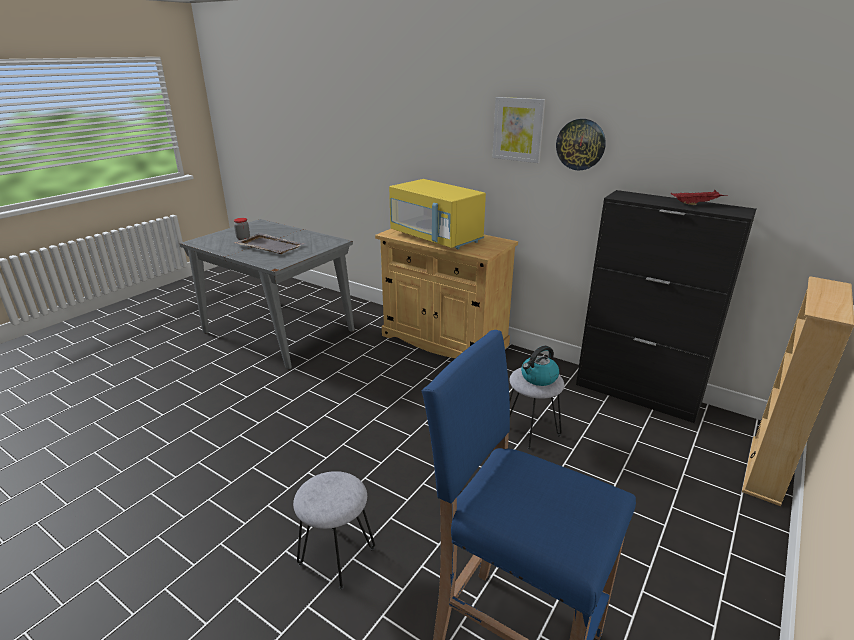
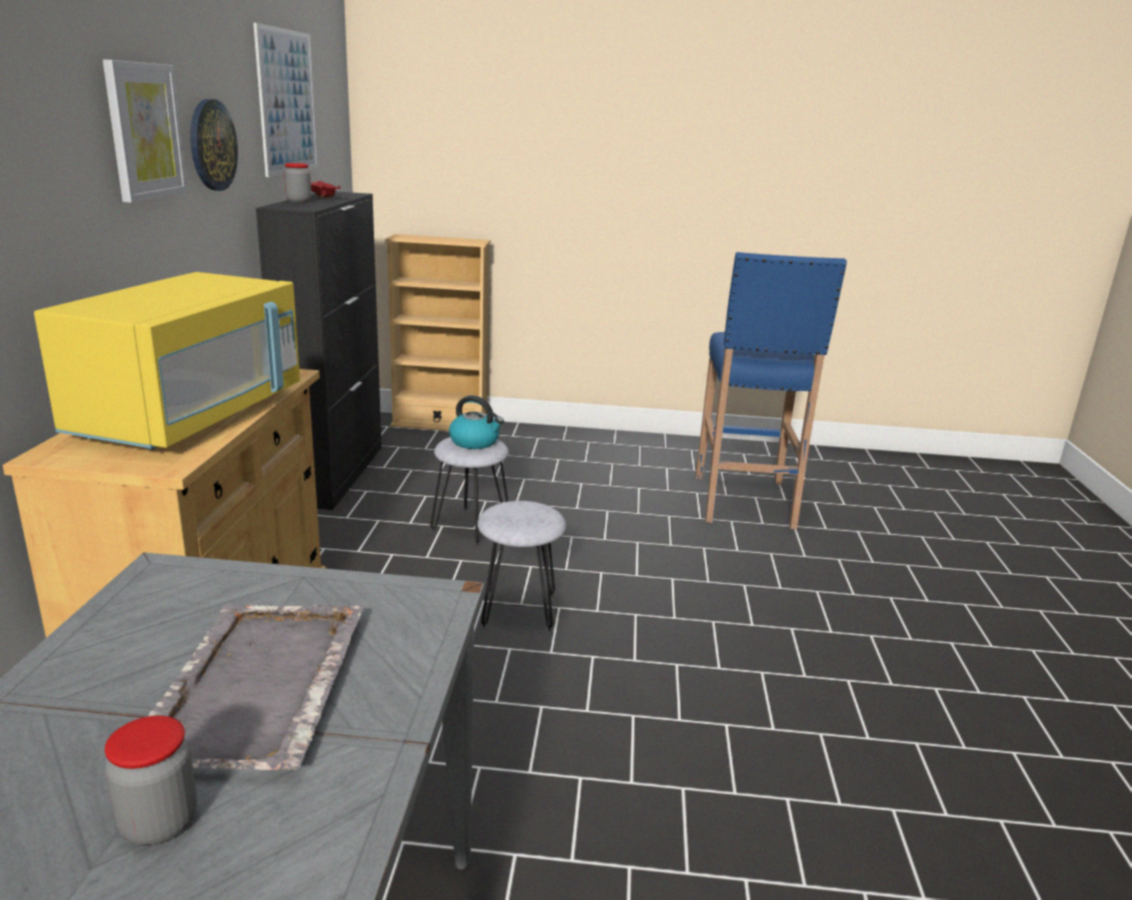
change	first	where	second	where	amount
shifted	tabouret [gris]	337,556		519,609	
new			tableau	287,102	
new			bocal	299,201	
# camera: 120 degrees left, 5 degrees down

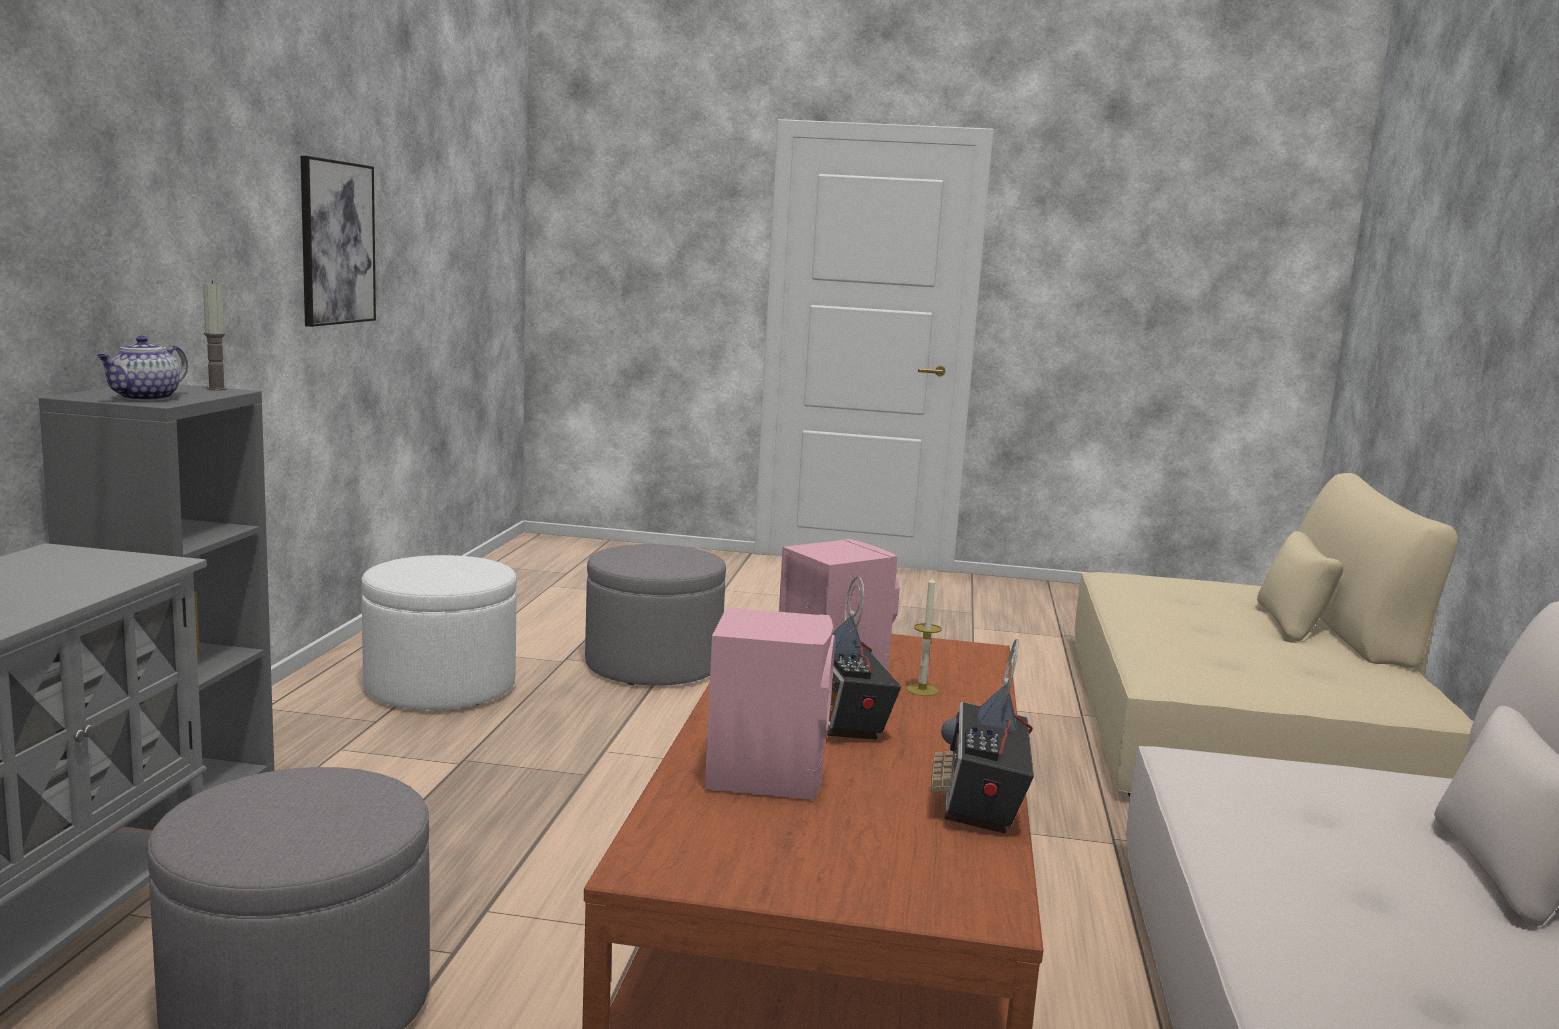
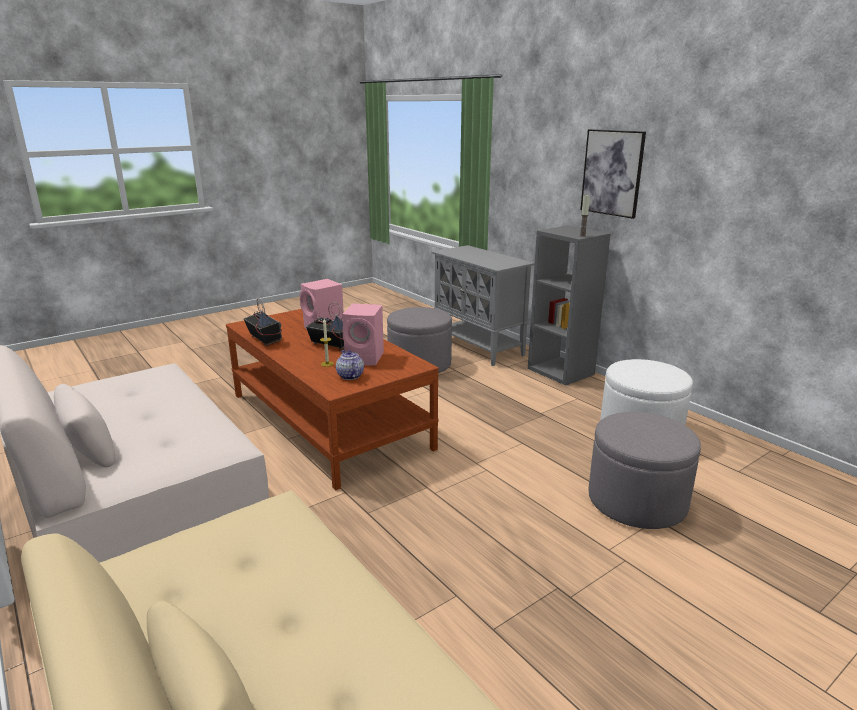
change	first	where	second	where	amount
shifted	tableau	336,243		612,173	
shifted	théière	145,398		349,376	
# camera: 135 degrees right, 10 degrees up

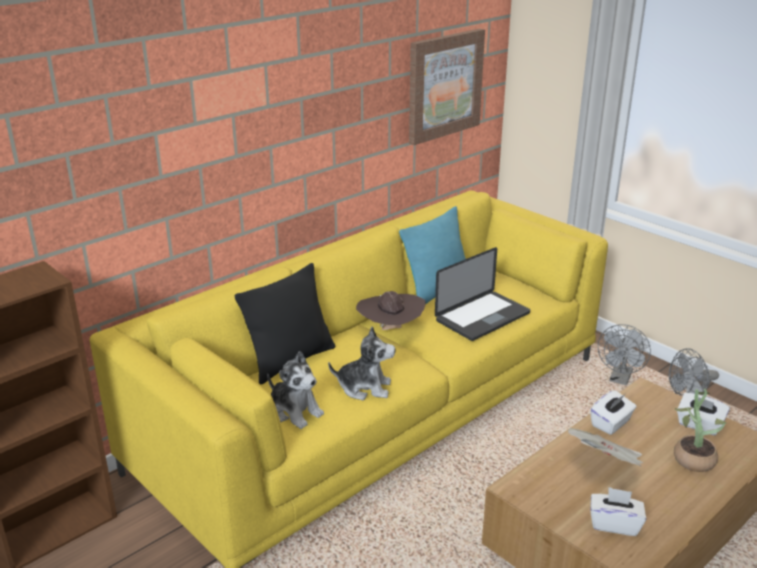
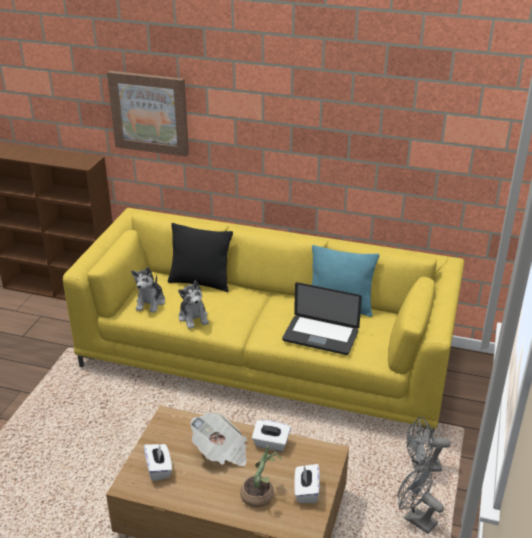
change	first	where	second	where	amount
shifted	tableau	444,85		149,113	
gone	chapeau [marron]	390,330			
# camera: 60 degrees right, 5 degrees up

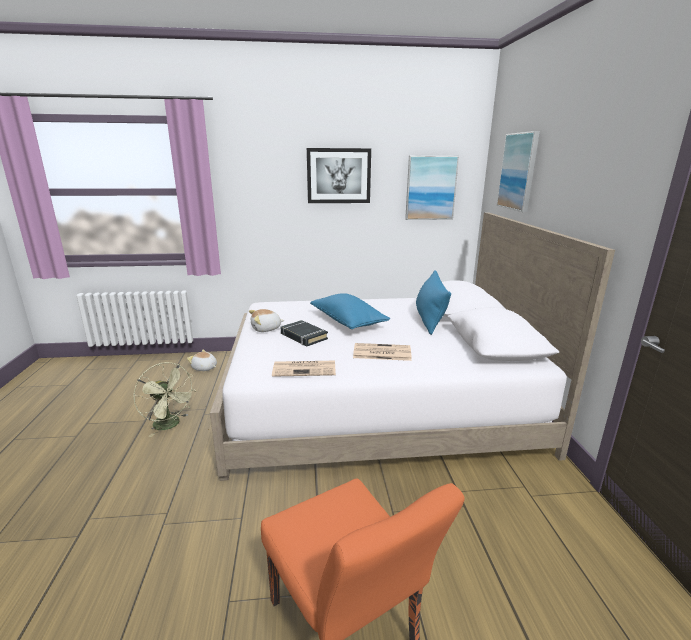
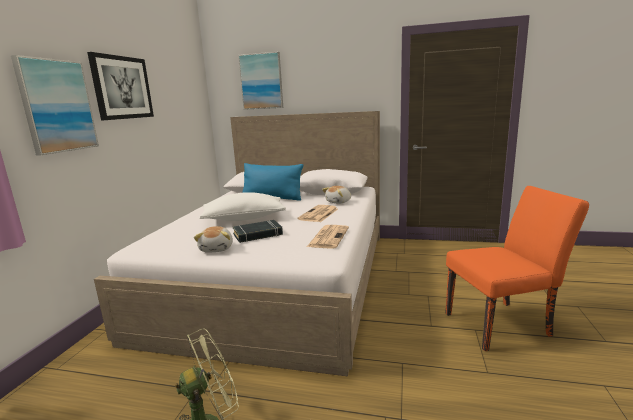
change	first	where	second	where	amount
shifted	tableau	430,188		57,106	
repainted	coussin [bleu]	348,322	coussin [blanc]	244,218	
shifted	peluche	204,368		339,202	
# camera: 70 degrees left, 5 degrees down

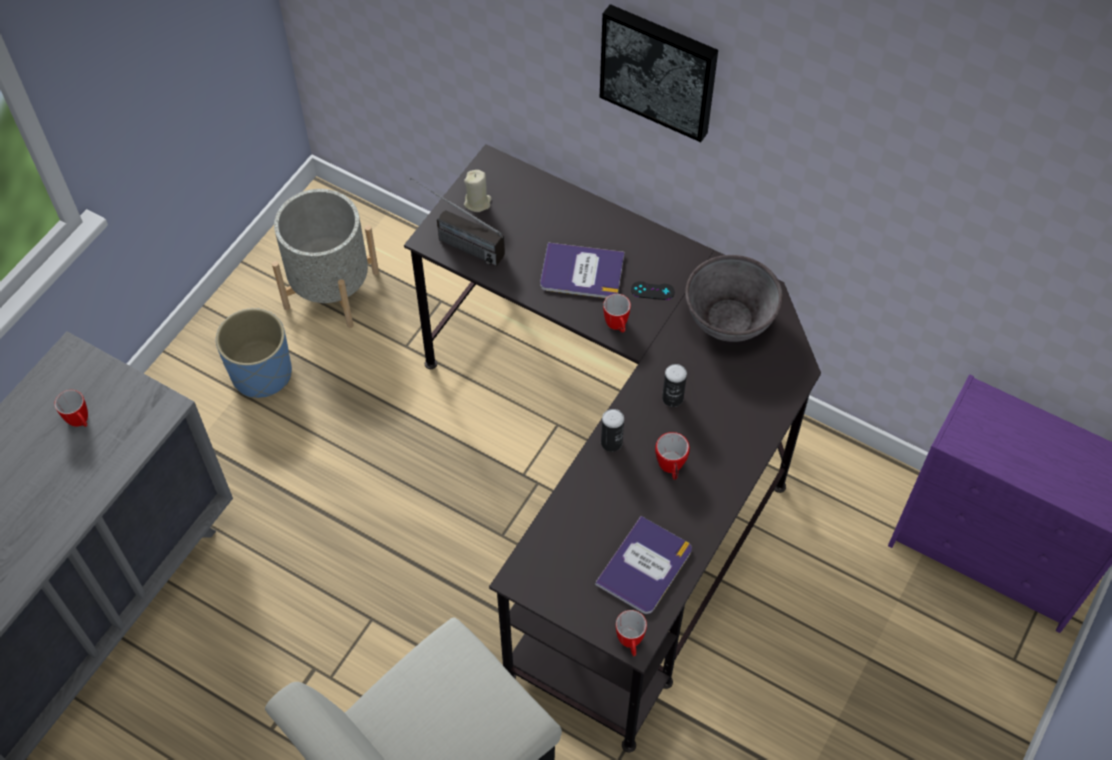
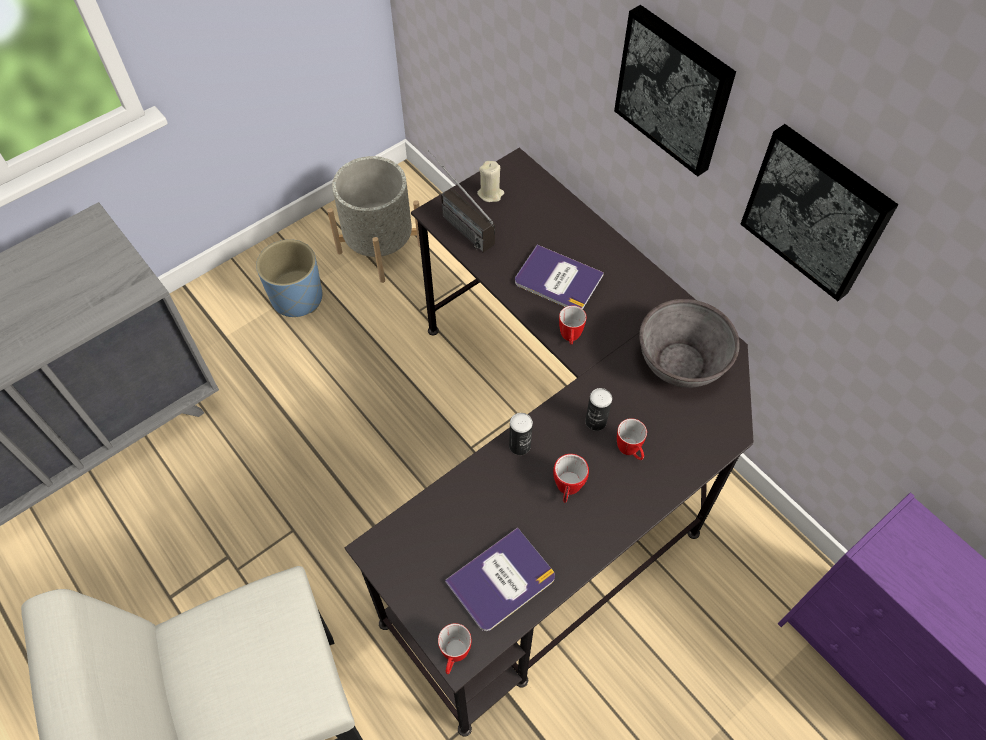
change	first	where	second	where	amount
gone	manette [noir]	652,291			
shifted	mug	81,422		630,452	
new			tableau	817,211	
# camera: 20 degrees right, 0 degrees up

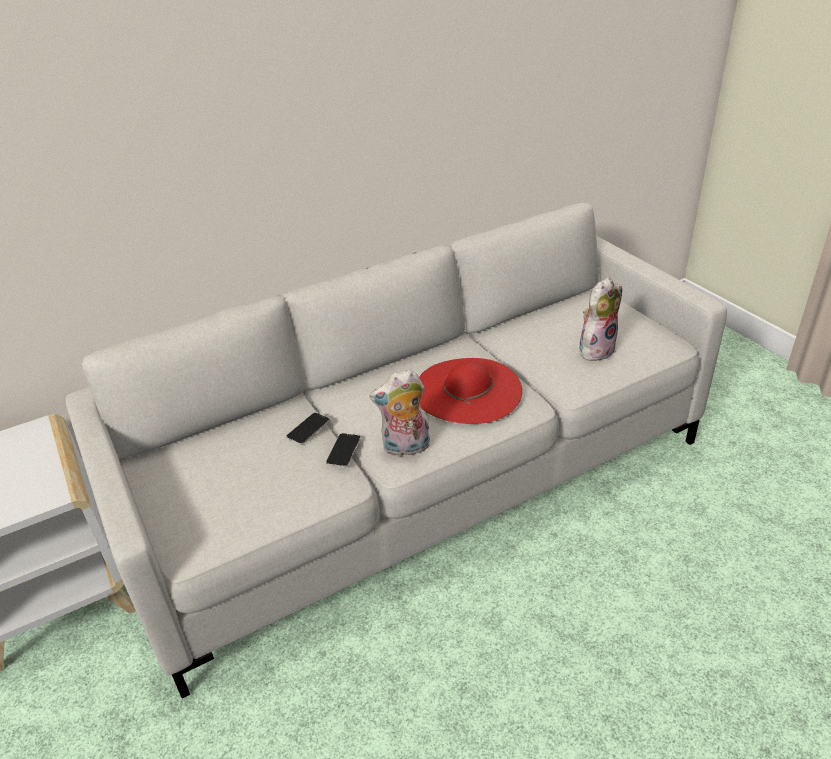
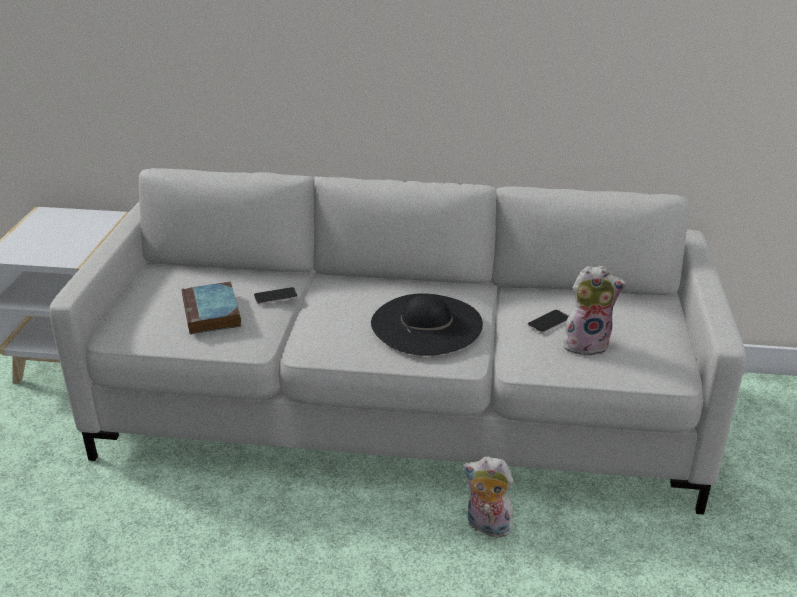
change	first	where	second	where	amount
repainted	chapeau [rouge]	468,390	chapeau [noir]	426,324	
shifted	peluche	405,448		486,527	
shifted	téléphone	343,450		549,322	
new			livre	212,314	
# camera: 35 degrees right, 5 degrees down

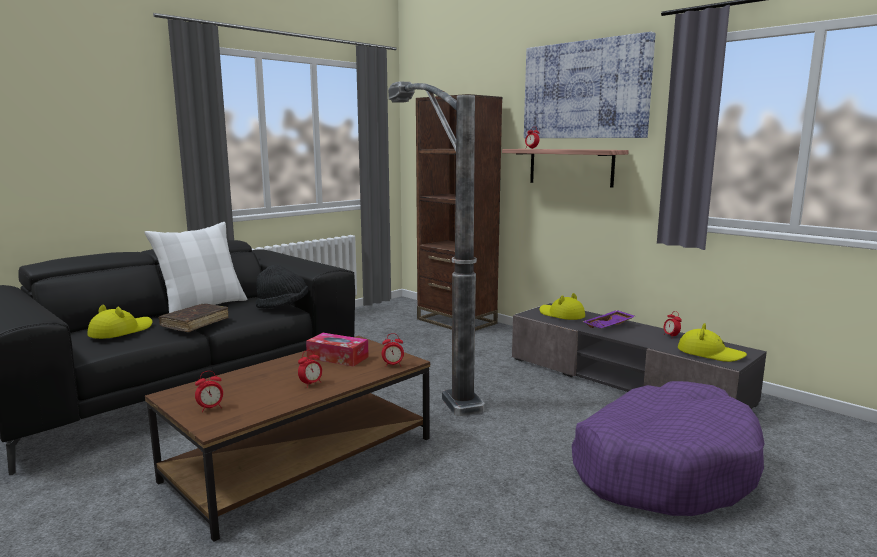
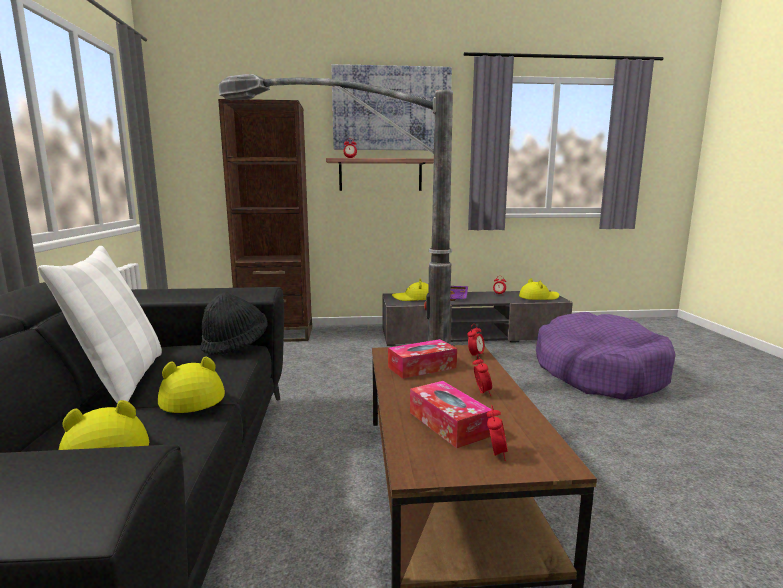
change	first	where	second	where	amount
swapped	livre [marron]	195,323	chapeau [jaune]	191,396	
new			boîte à mouchoirs	448,424	
# camera: 50 degrees left, 0 degrees up

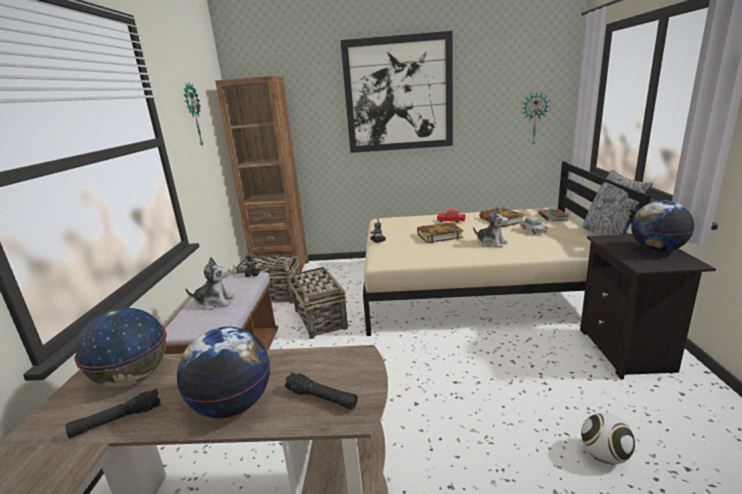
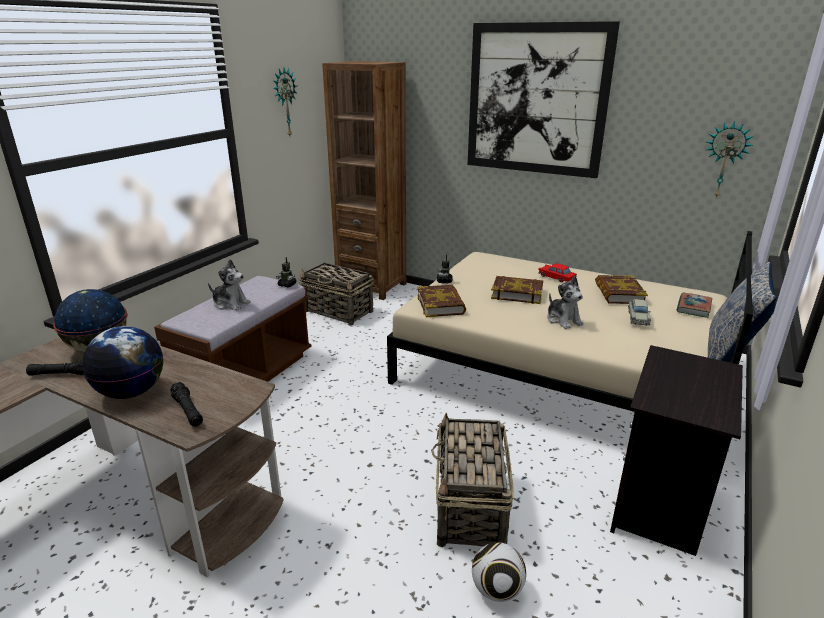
change	first	where	second	where	amount
gone	globe	657,250			
shifted	panier	320,319		470,508	
new			livre	441,305	
# camera: 25 degrees right, 5 degrees up

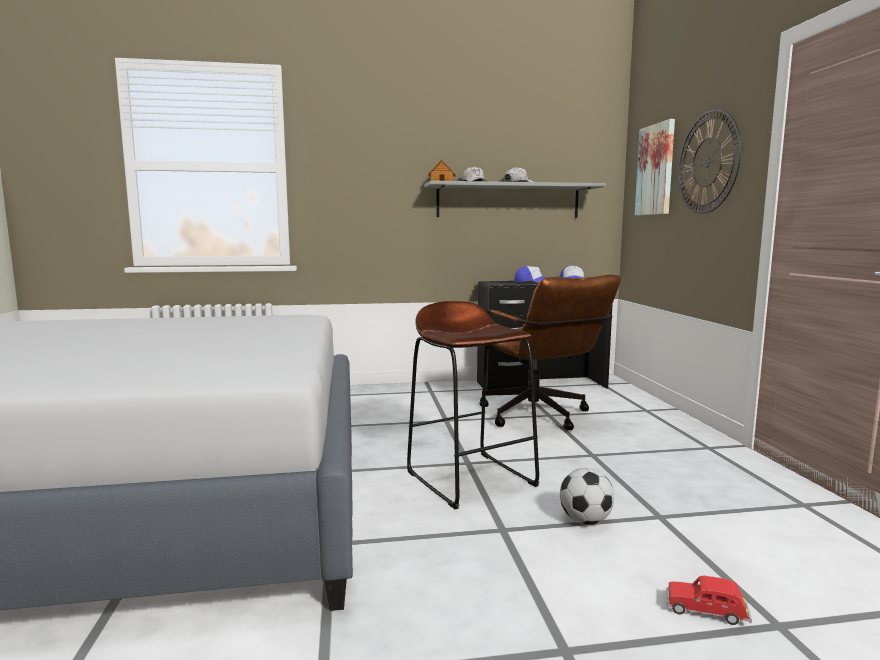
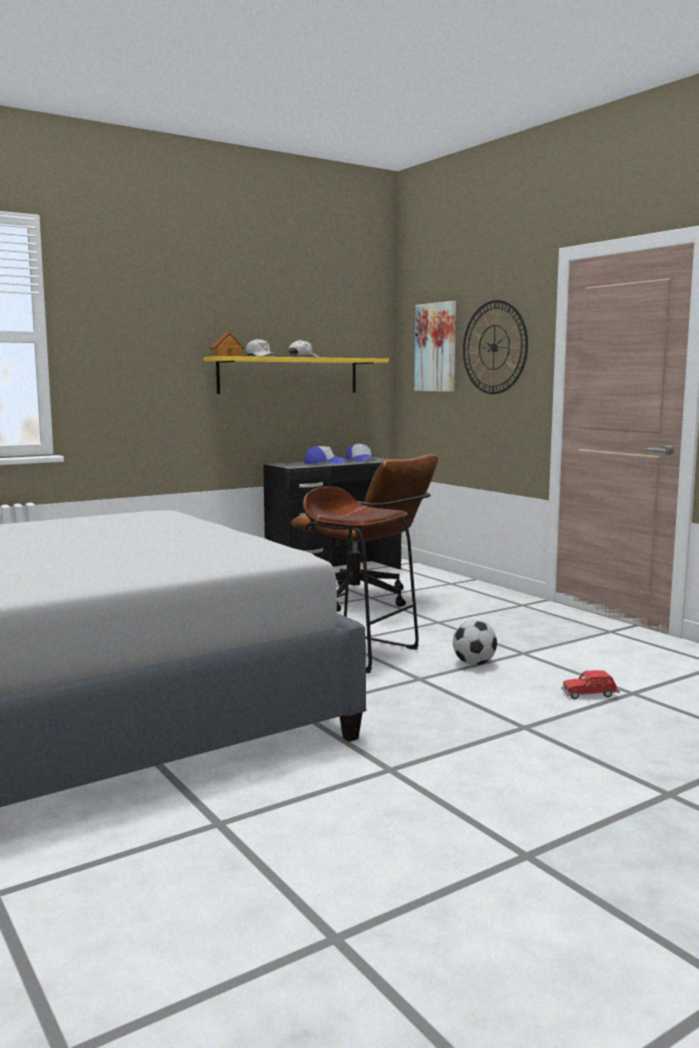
change	first	where	second	where	amount
repainted	étagère [gris]	508,201	étagère [jaune]	289,375	
# camera: 25 degrees left, 0 degrees up

